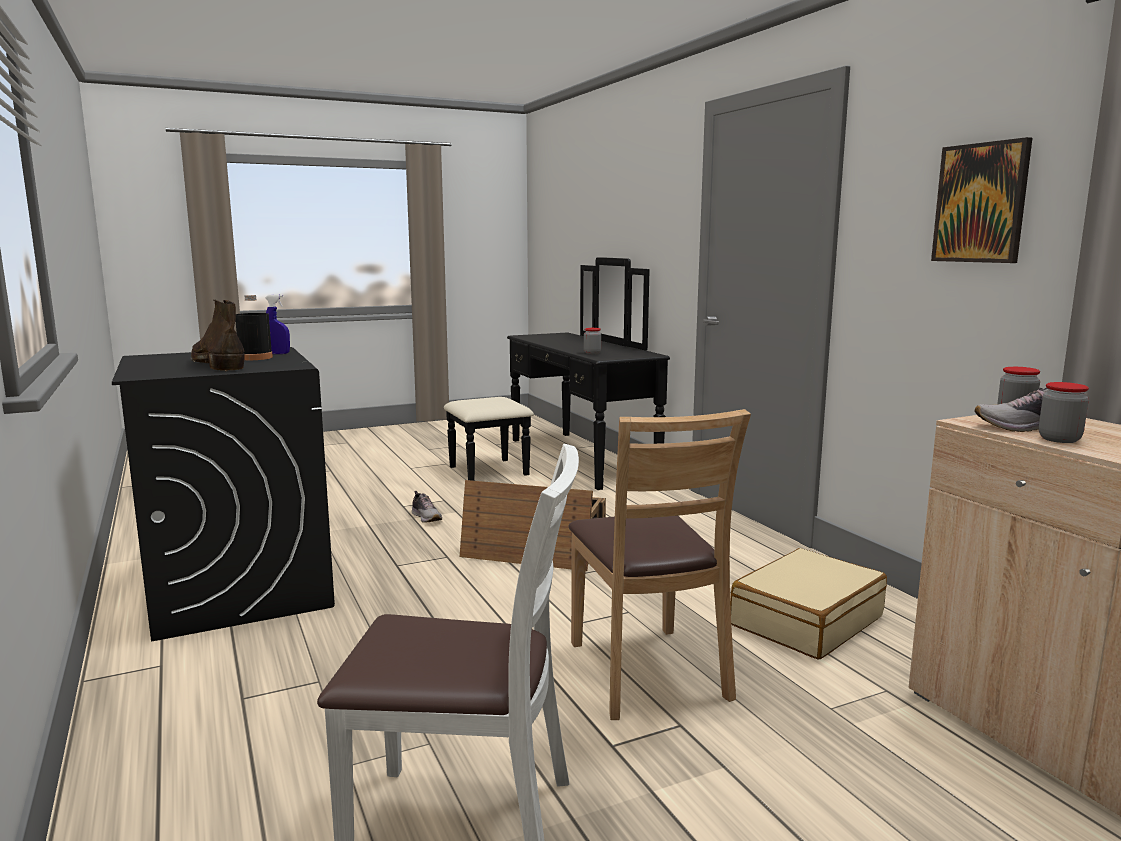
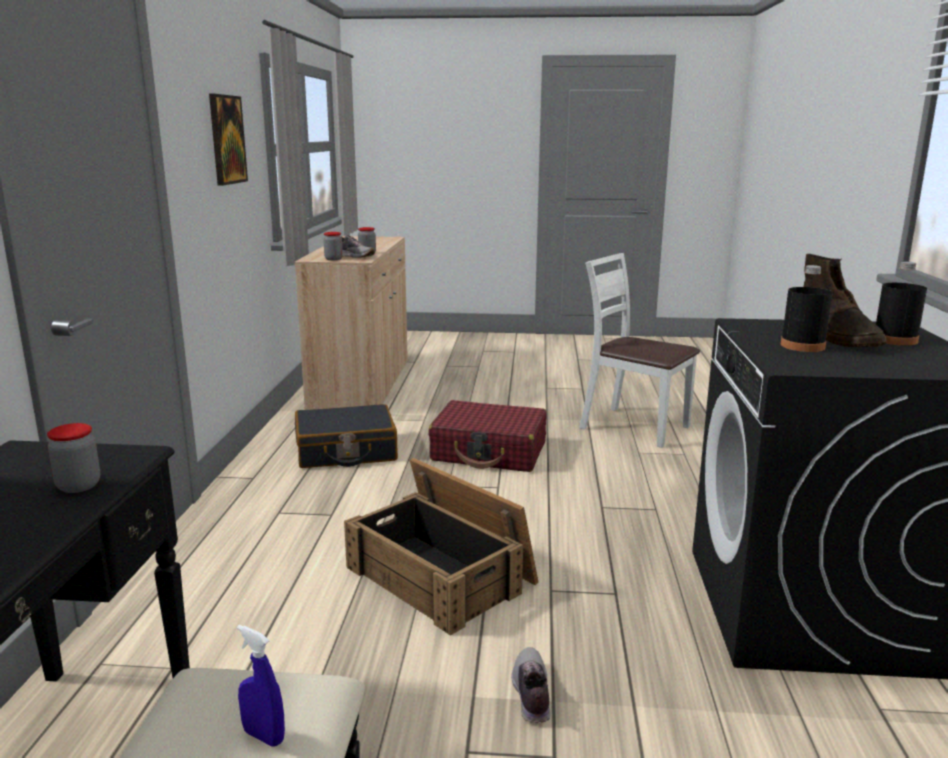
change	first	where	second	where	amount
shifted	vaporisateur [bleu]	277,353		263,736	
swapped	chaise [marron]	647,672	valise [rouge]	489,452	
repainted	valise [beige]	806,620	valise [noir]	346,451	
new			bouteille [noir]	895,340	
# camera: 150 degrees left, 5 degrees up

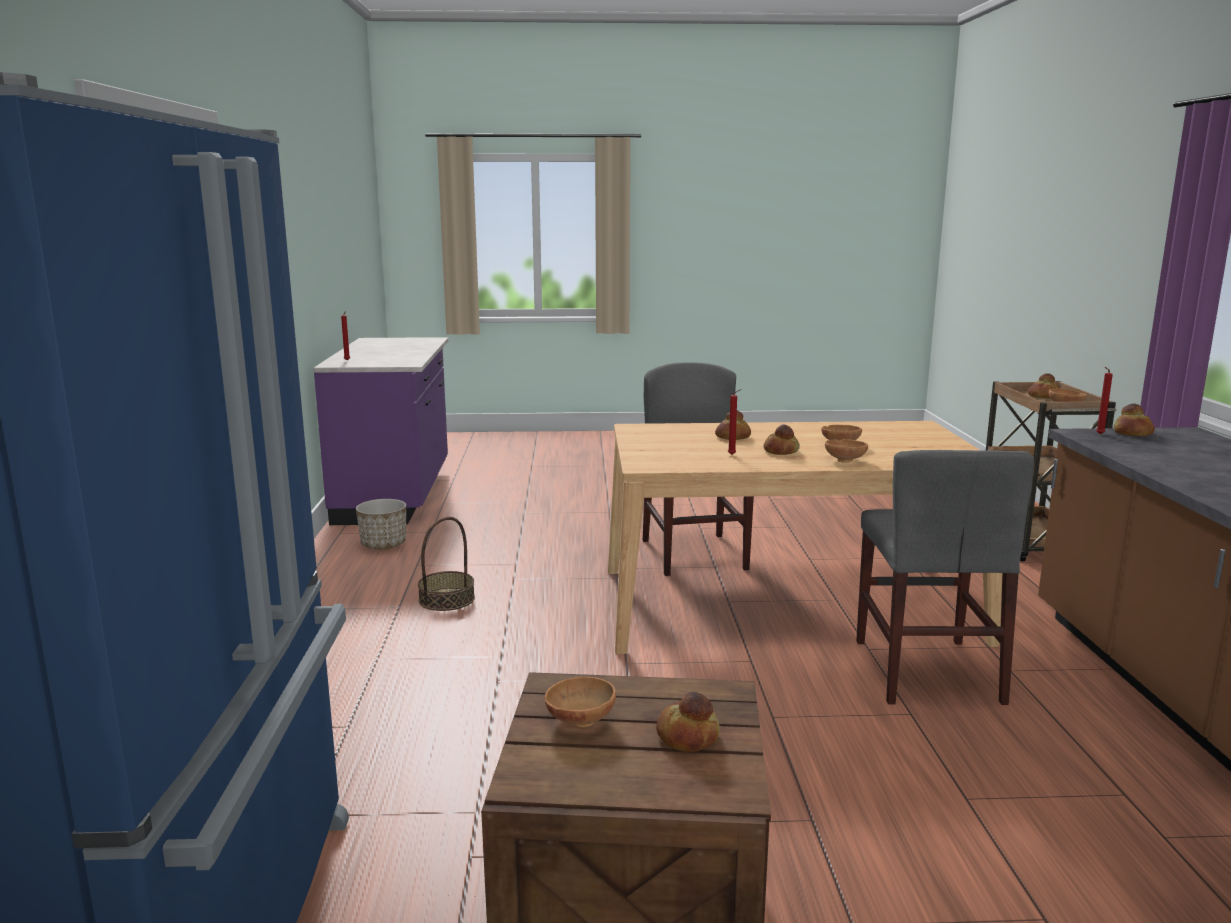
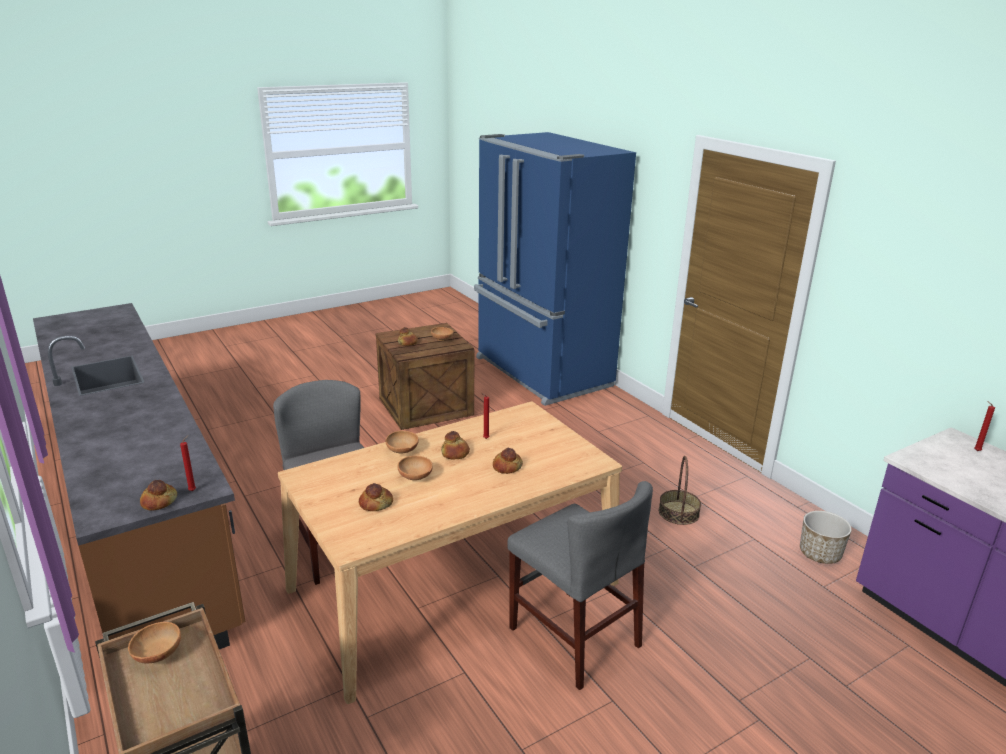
change	first	where	second	where	amount
shifted	pain	1043,396		376,503	
# camera: 150 degrees right, 10 degrees up

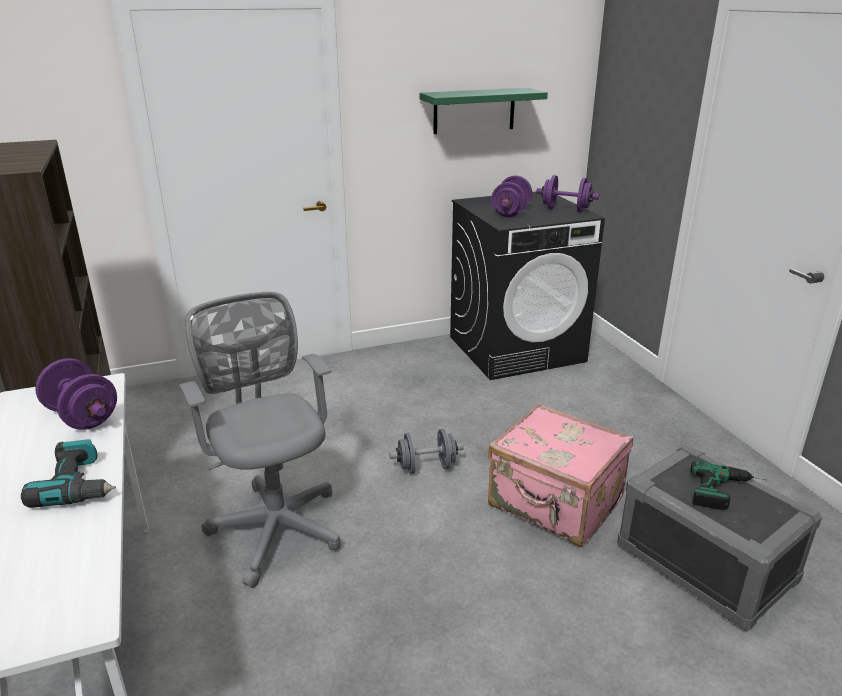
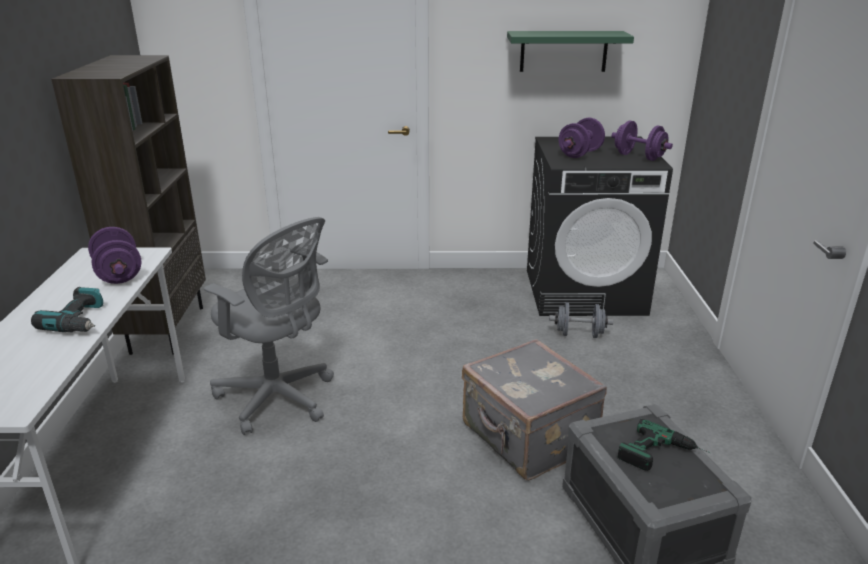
change	first	where	second	where	amount
rotated	chaise de bureau [gris]	276,524		279,399	135 degrees clockwise
repainted	valise [rose]	555,504	valise [gris]	527,438	
shifted	haltère [gris]	426,467		579,334	
# camera: 20 degrees right, 0 degrees up

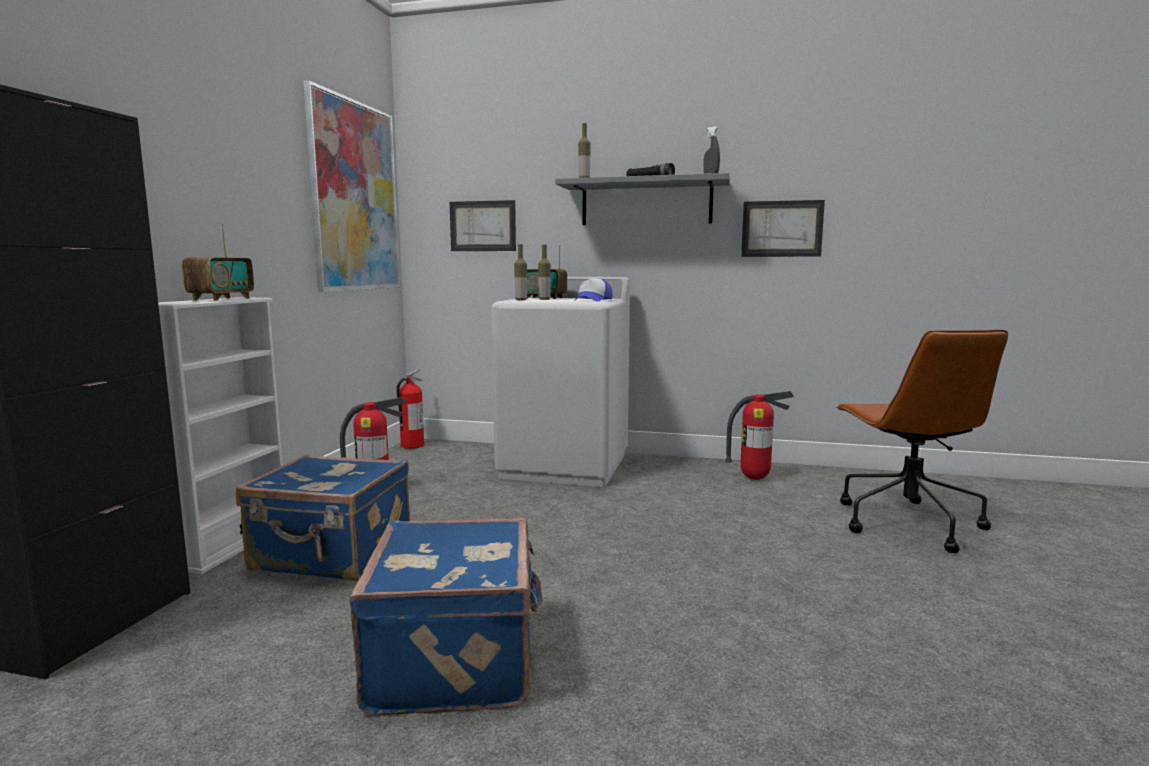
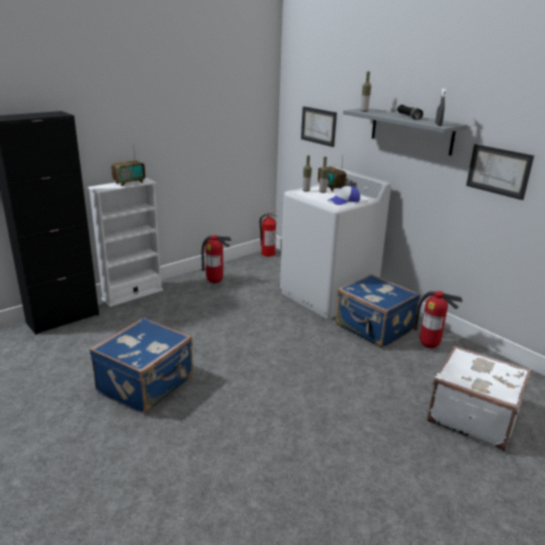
change	first	where	second	where	amount
gone	tableau	355,197			
swapped	chaise de bureau [marron]	906,522	valise [blanc]	472,416	
shifted	valise [bleu]	332,556		373,329	
# camera: 35 degrees right, 15 degrees up

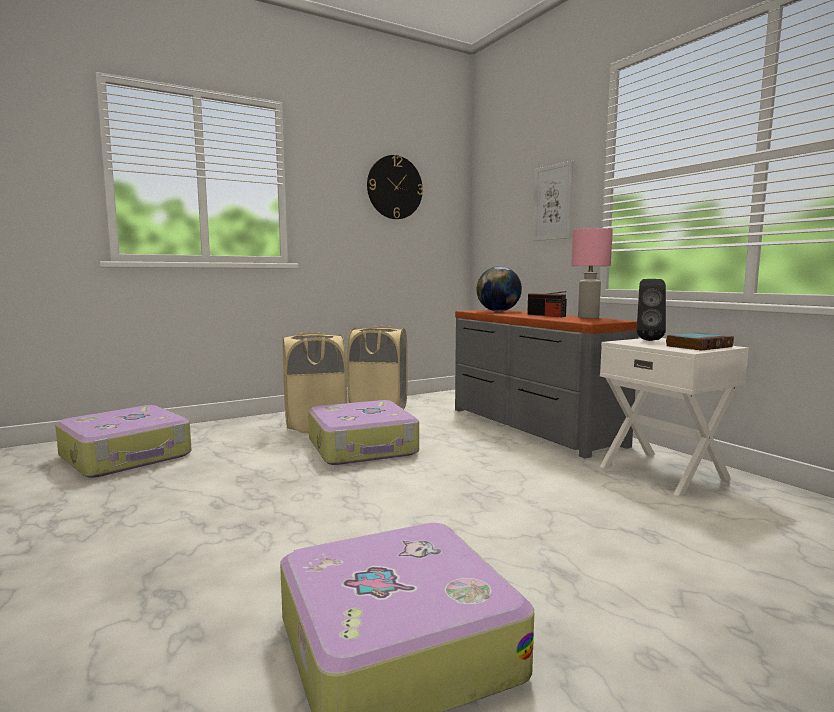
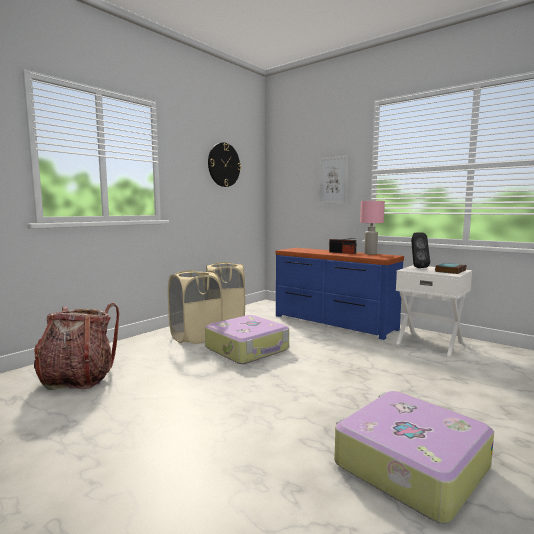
change	first	where	second	where	amount
gone	globe	498,311			
repainted	commode [gris]	530,426	commode [bleu]	333,323	
swapped	valise	127,456	sac à dos	78,379	
# camera: 20 degrees left, 0 degrees up

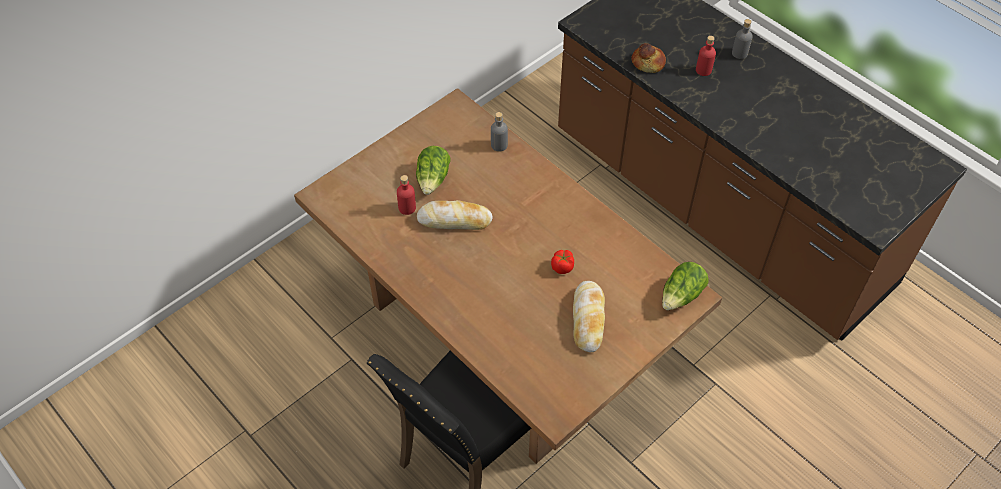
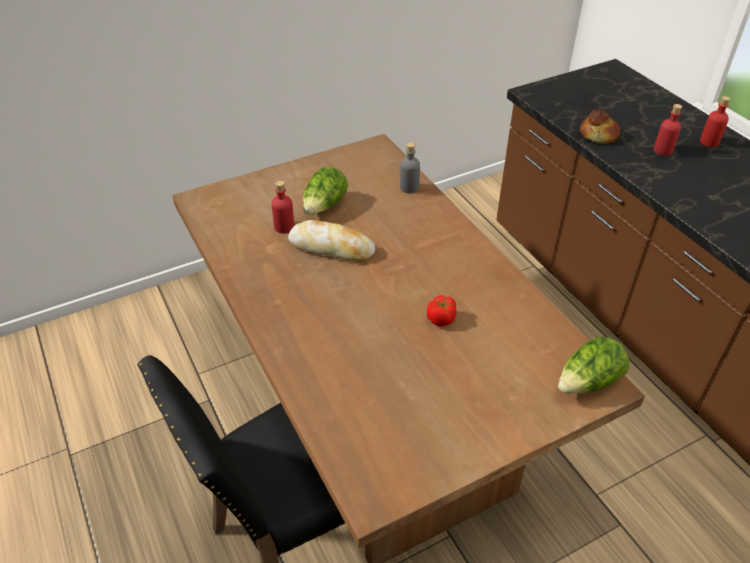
change	first	where	second	where	amount
repainted	bouteille [gris]	739,53	bouteille [rouge]	709,142	
gone	pain	588,319			
# camera: 15 degrees right, 10 degrees down

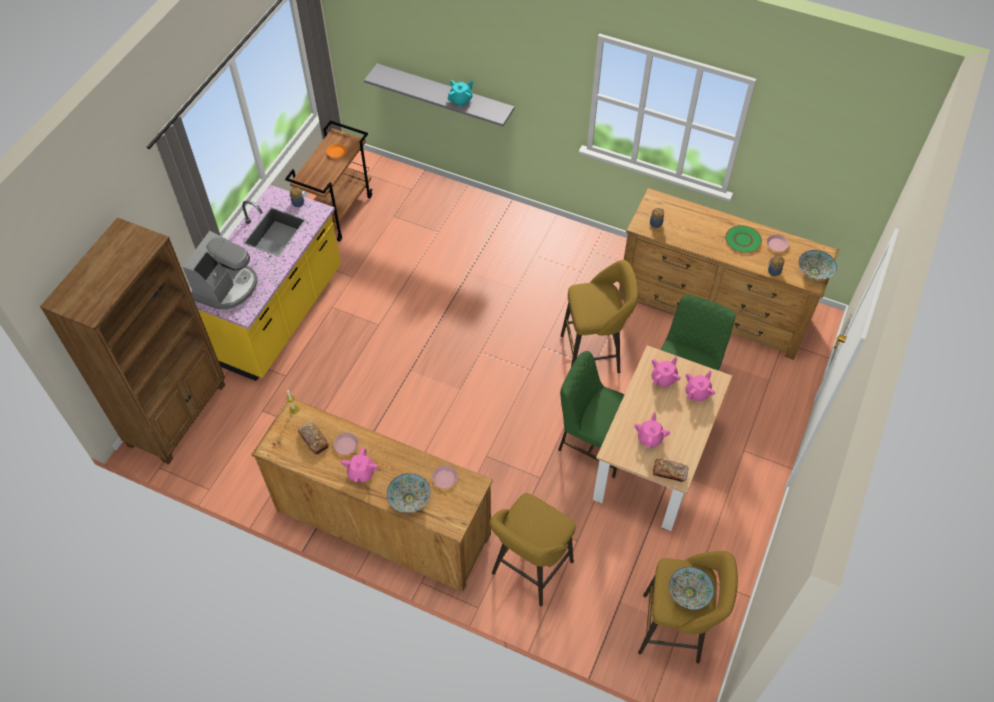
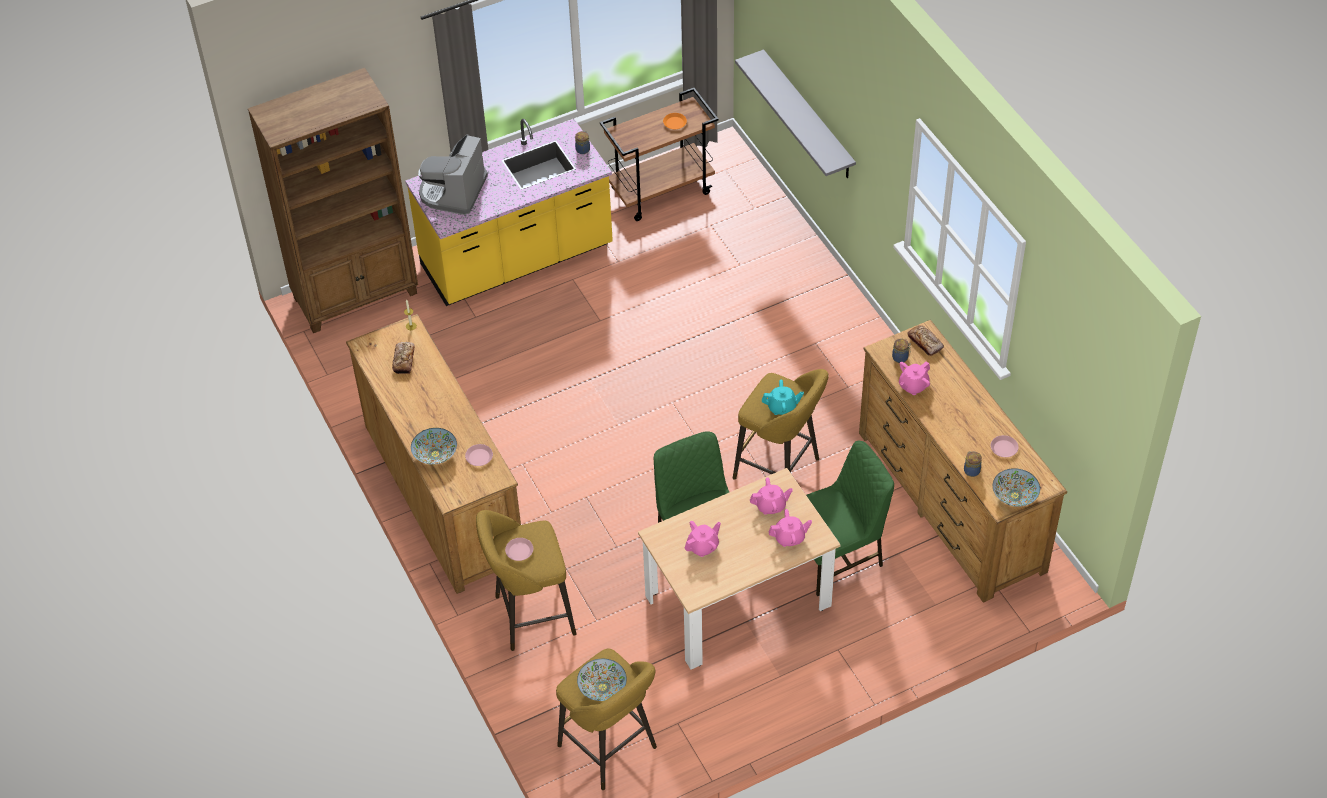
change	first	where	second	where	amount
shifted	théière [turquoise]	461,100		782,407	
gone	assiette [vert]	743,240			
rotated	machine à café	227,287		453,191	135 degrees clockwise
shifted	assiette [rose]	346,445		519,551	
shifted	théière [rose]	361,473		913,386	
shifted	pain	670,472		925,343	
# camera: 40 degrees right, 5 degrees down

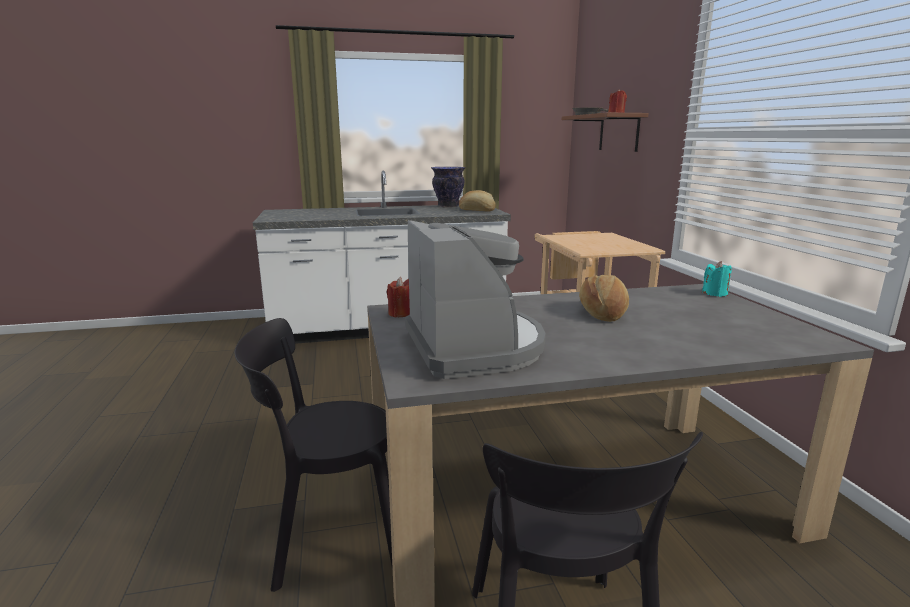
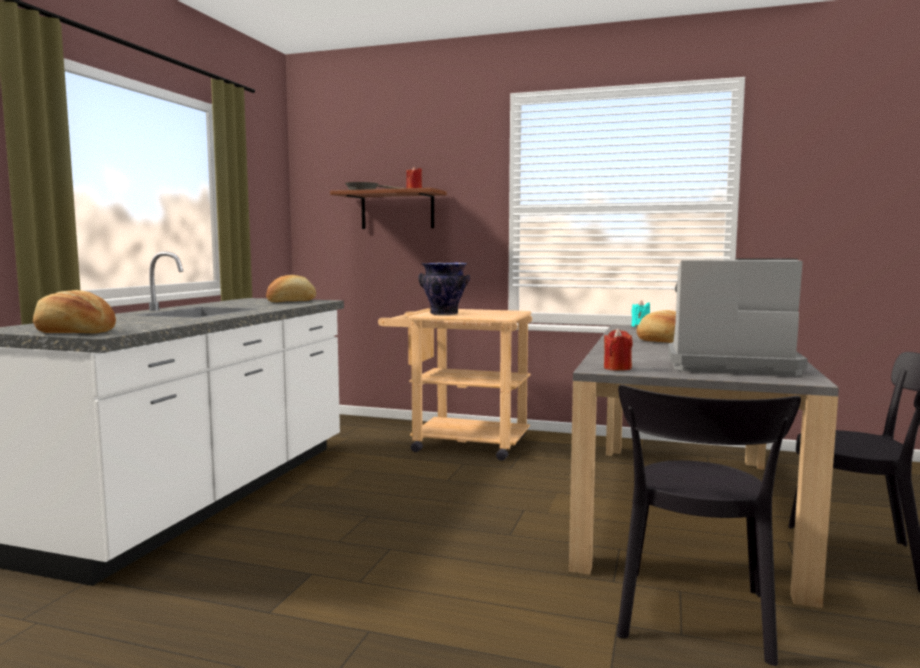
change	first	where	second	where	amount
shifted	vase	448,206		444,314	
new			pain	74,332	
# camera: 60 degrees left, 10 degrees down

